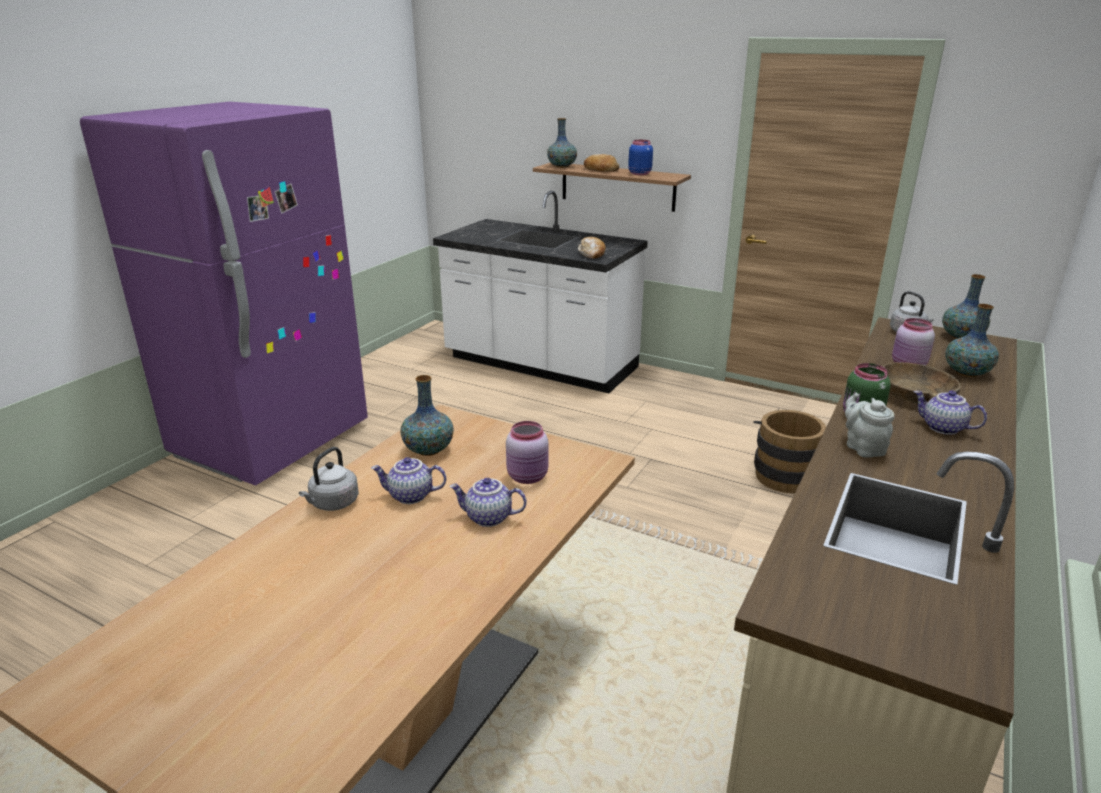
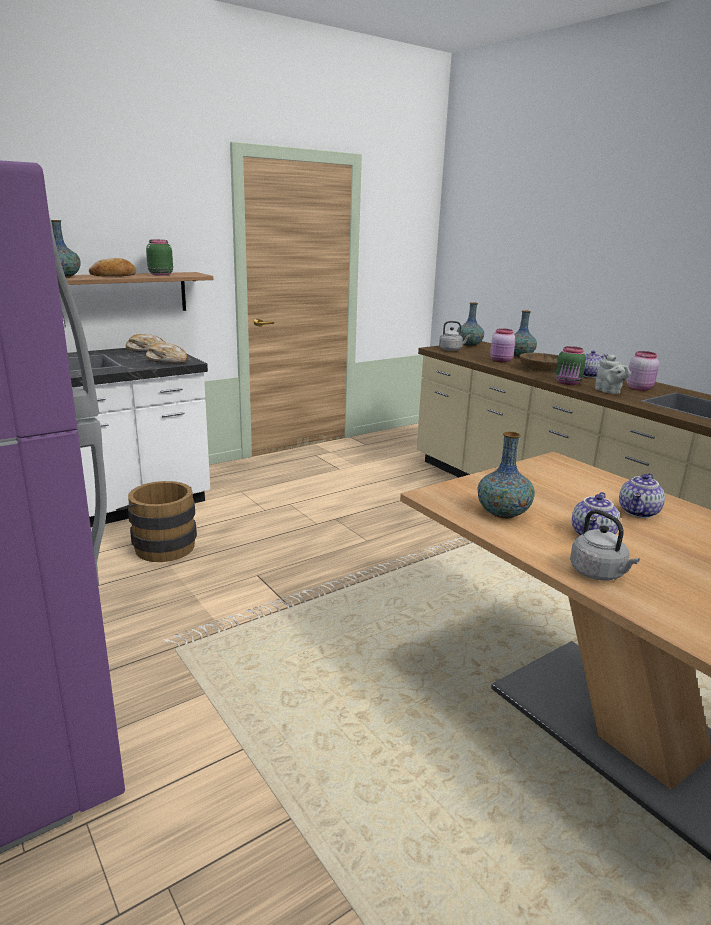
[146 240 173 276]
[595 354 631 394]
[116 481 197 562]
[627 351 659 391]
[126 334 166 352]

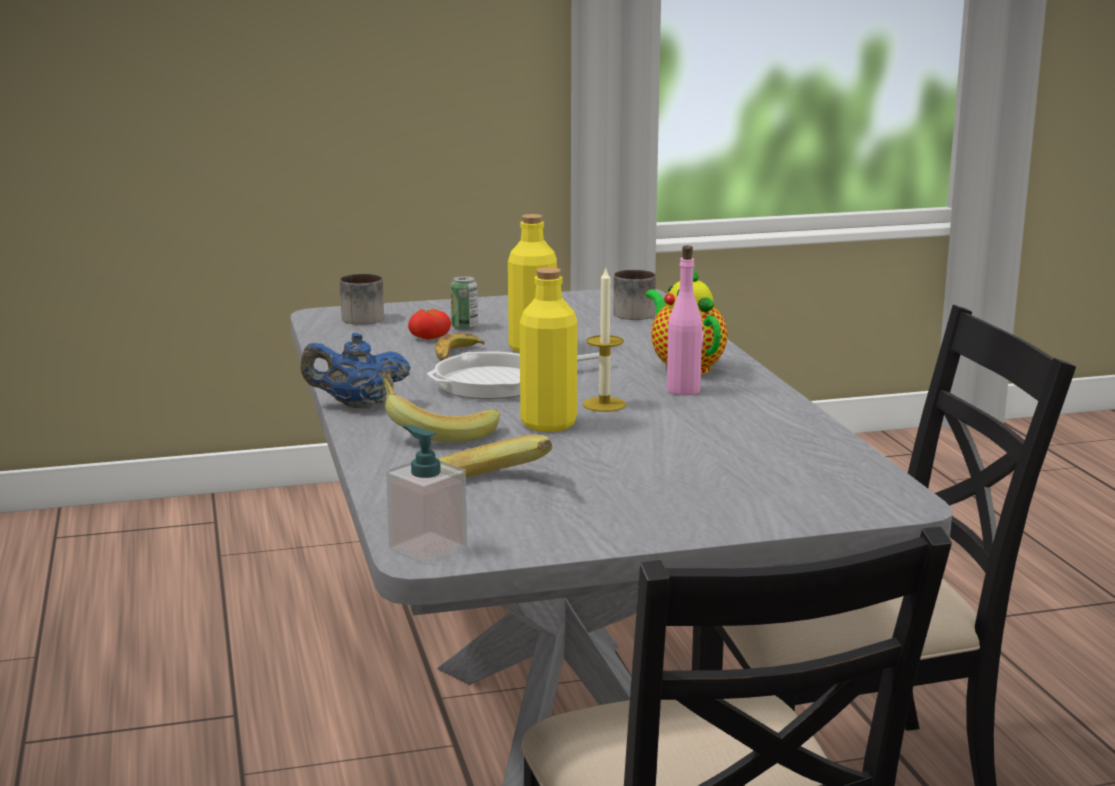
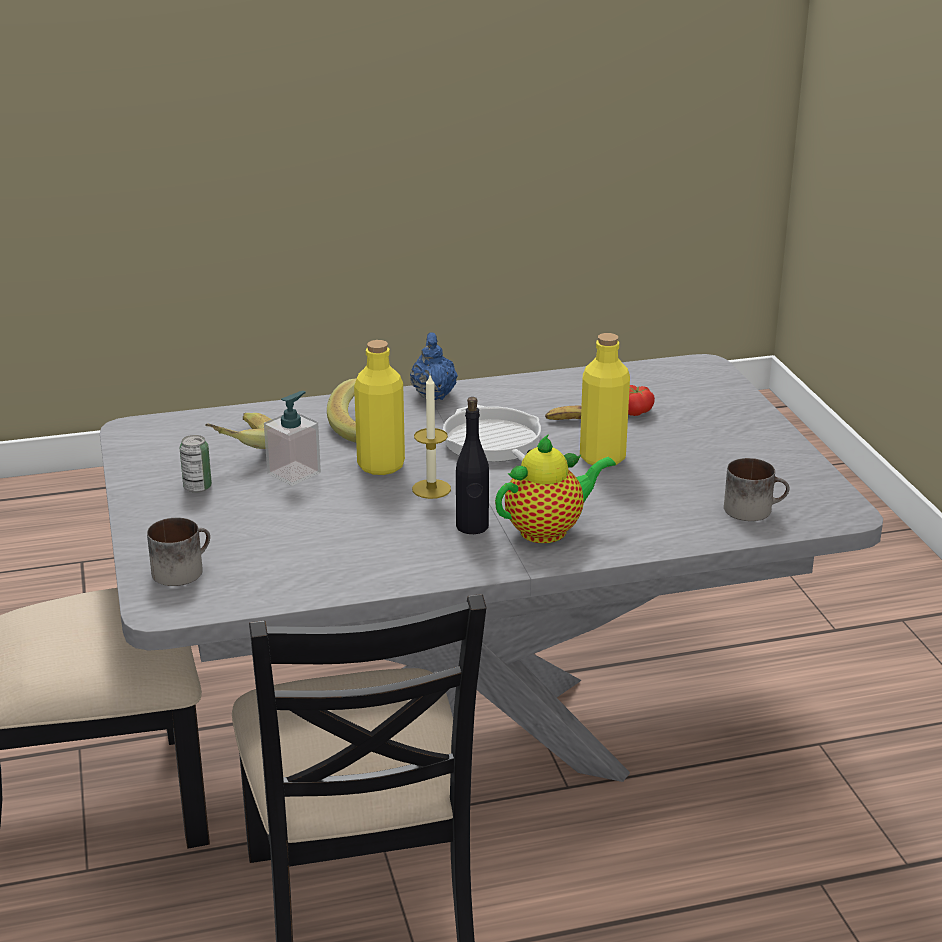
[456 397 489 534]
[147 518 210 586]
[180 435 212 493]
[264 391 321 486]

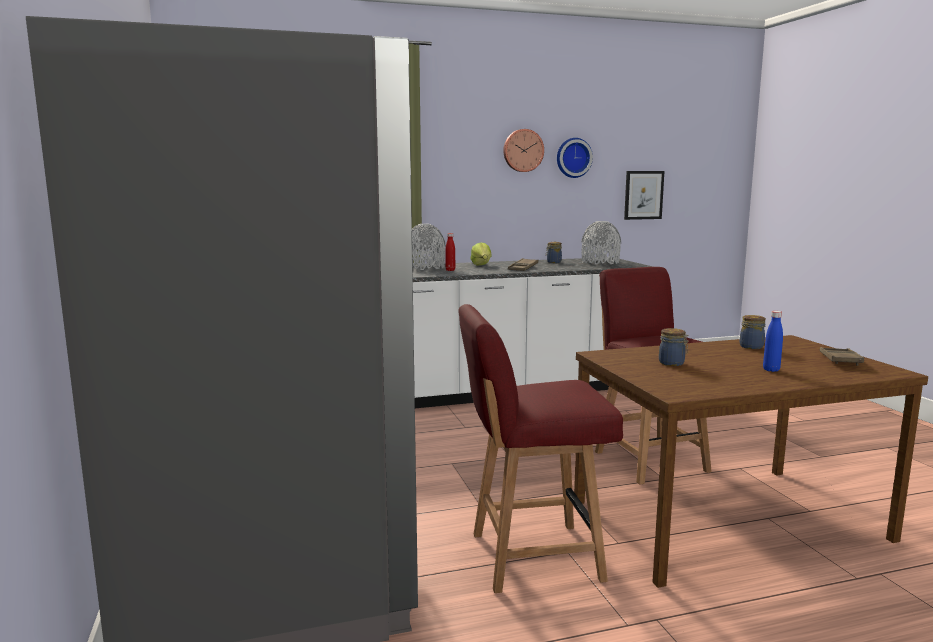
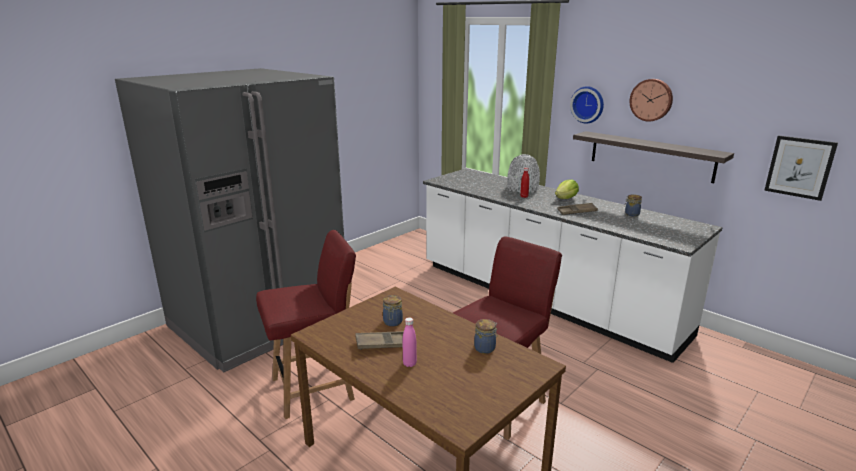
[570 86 604 124]
[581 221 621 265] (first image)
[256 230 356 419]
[403 317 417 367]
[355 331 404 350]
[573 131 734 183]

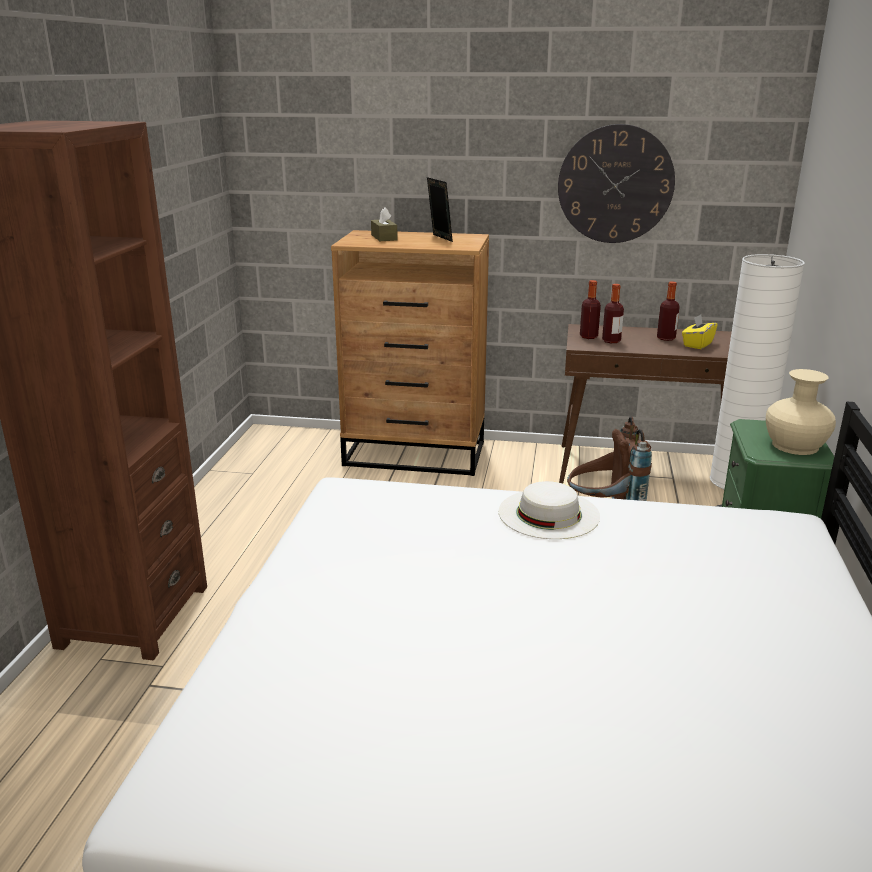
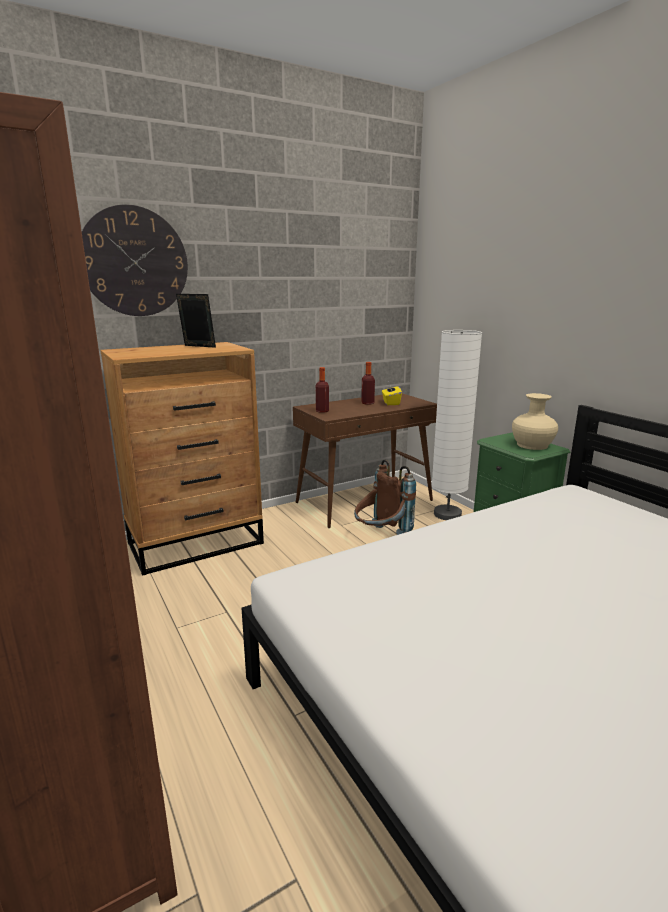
[82 204 188 316]
[371 208 398 241] (first image)
[602 284 624 343] (first image)
[499 481 600 539] (first image)

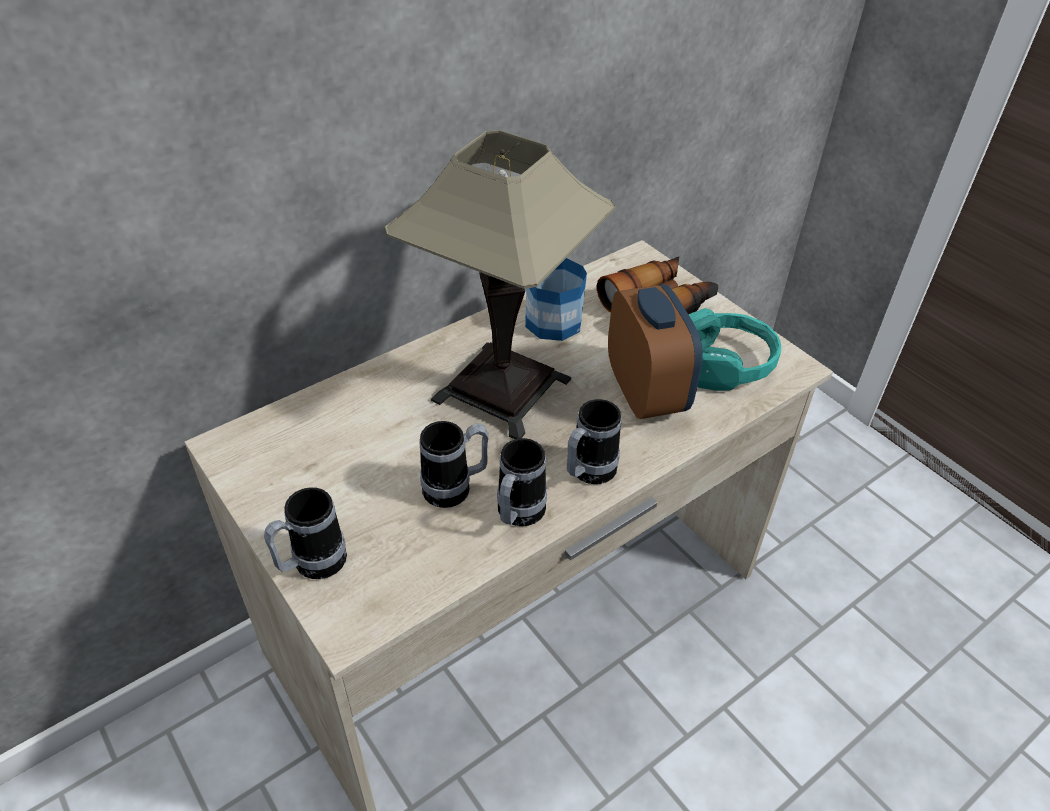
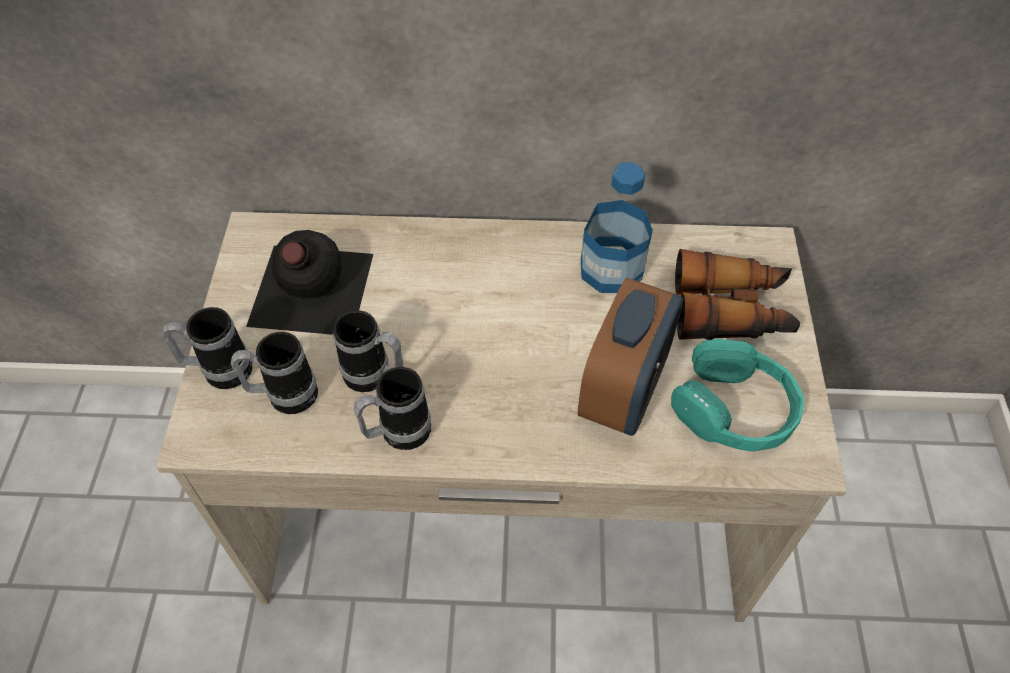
[385 130 615 439] (first image)
[231 332 318 414]
[246 230 373 335]

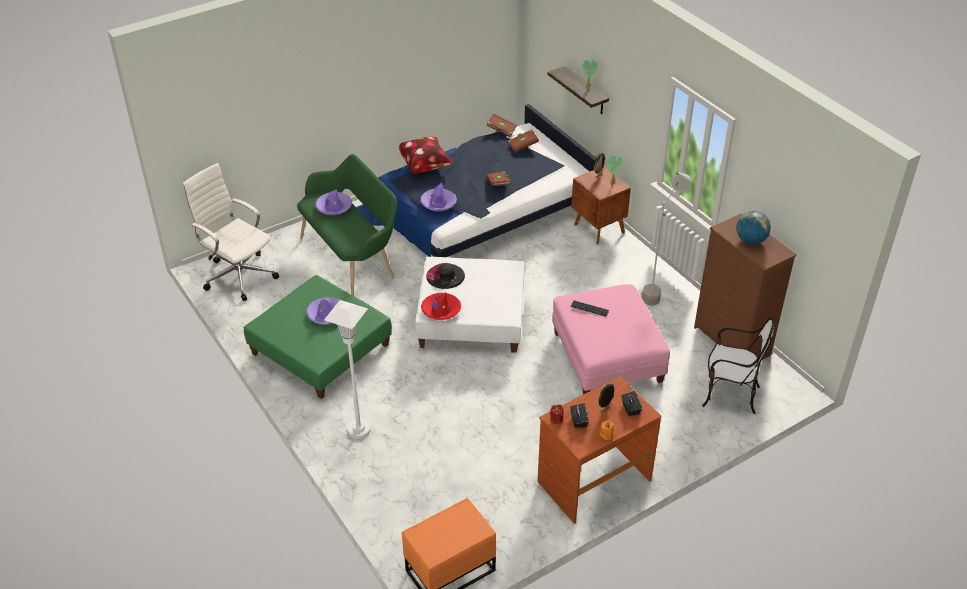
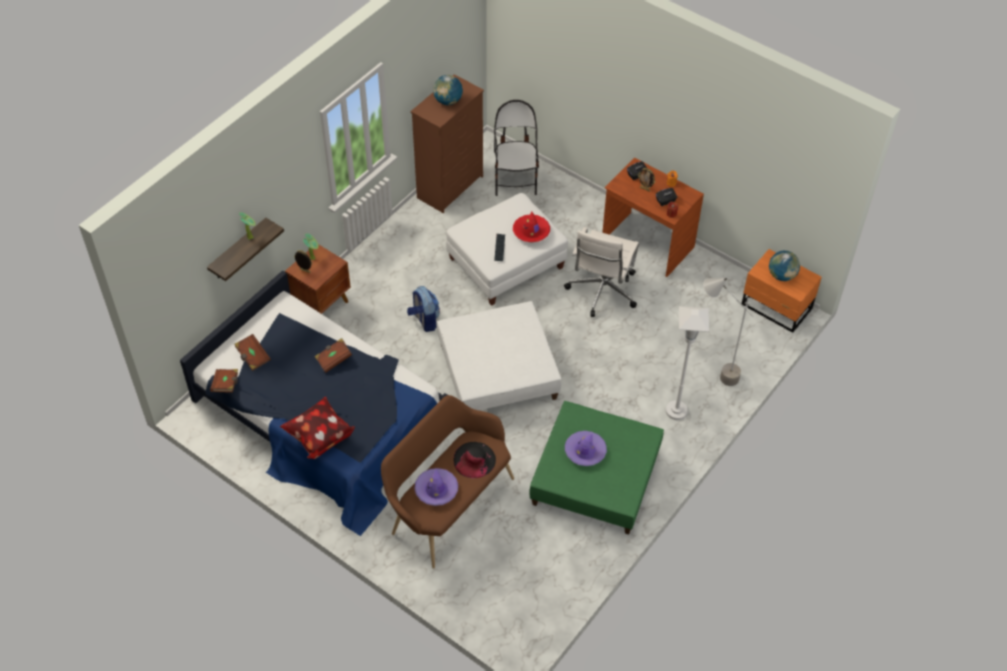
[381 395 514 569]
[564 227 639 317]
[703 278 754 386]
[420 182 457 212] (first image)
[454 442 496 478]
[446 193 568 306]
[513 212 550 242]
[769 250 800 281]
[407 286 440 332]

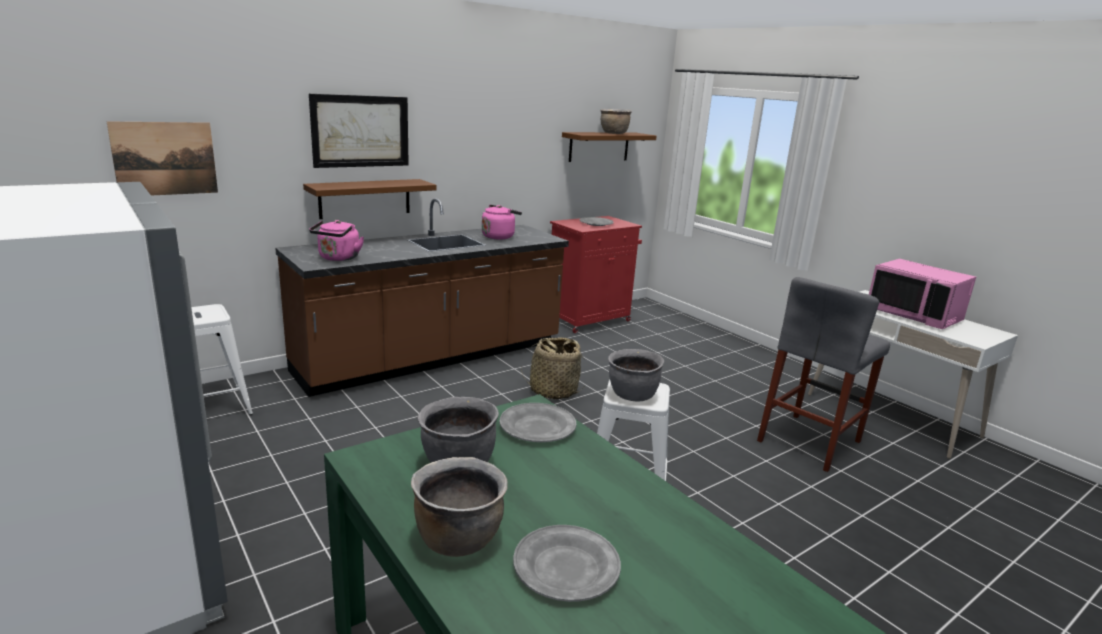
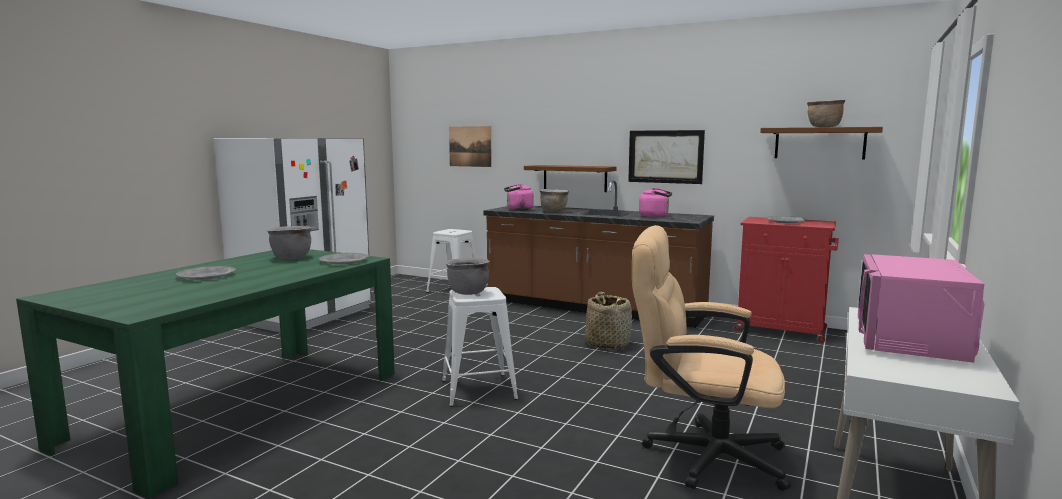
[628 130 705 184]
[632 225 791 491]
[540 189 569 212]

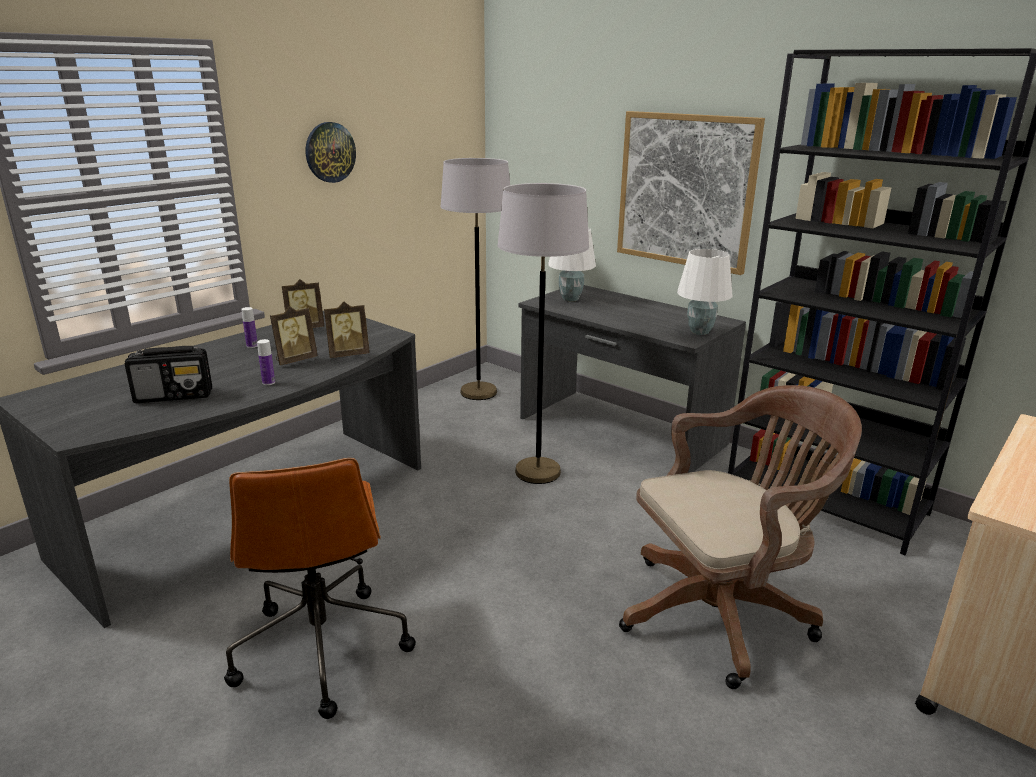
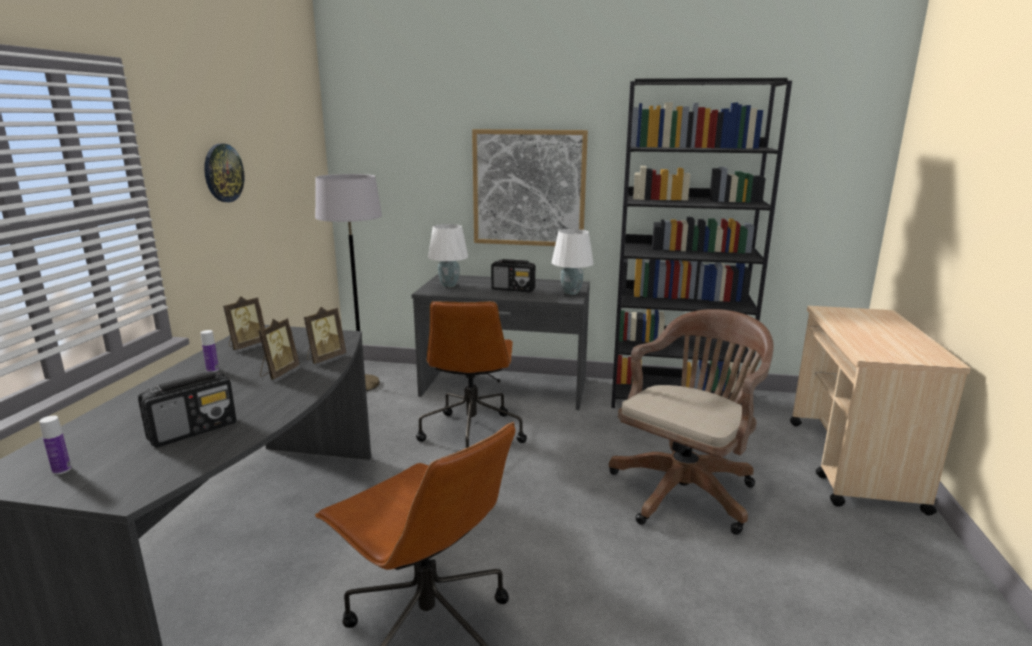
[416 301 527 448]
[39 416 71 475]
[491 259 535 292]

